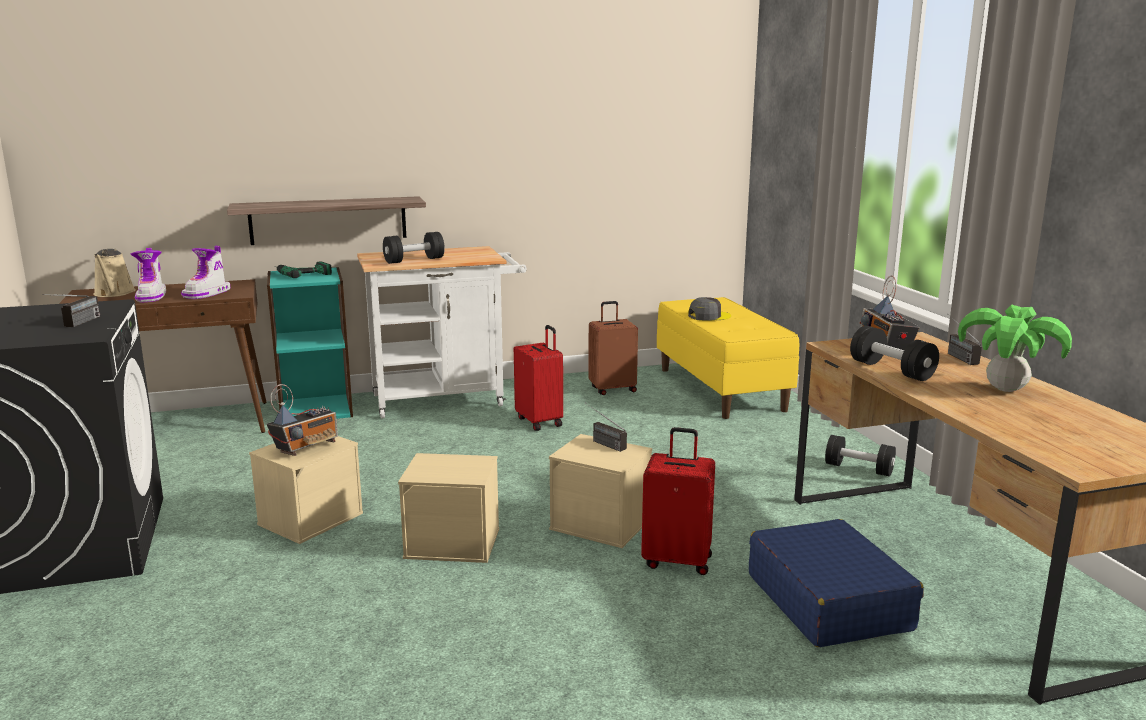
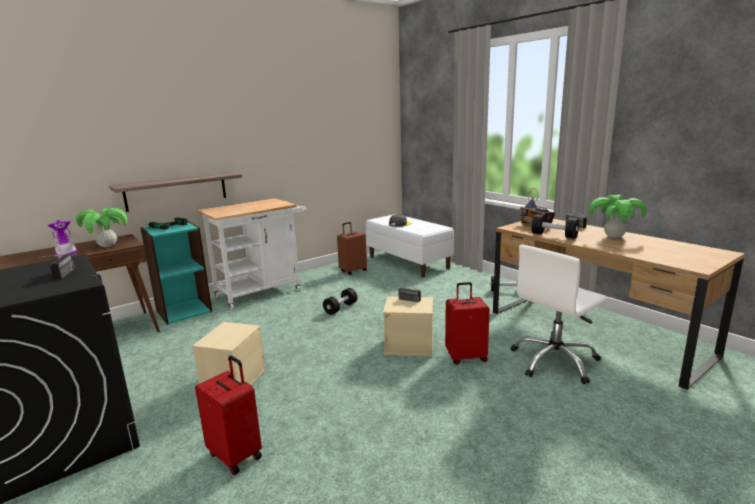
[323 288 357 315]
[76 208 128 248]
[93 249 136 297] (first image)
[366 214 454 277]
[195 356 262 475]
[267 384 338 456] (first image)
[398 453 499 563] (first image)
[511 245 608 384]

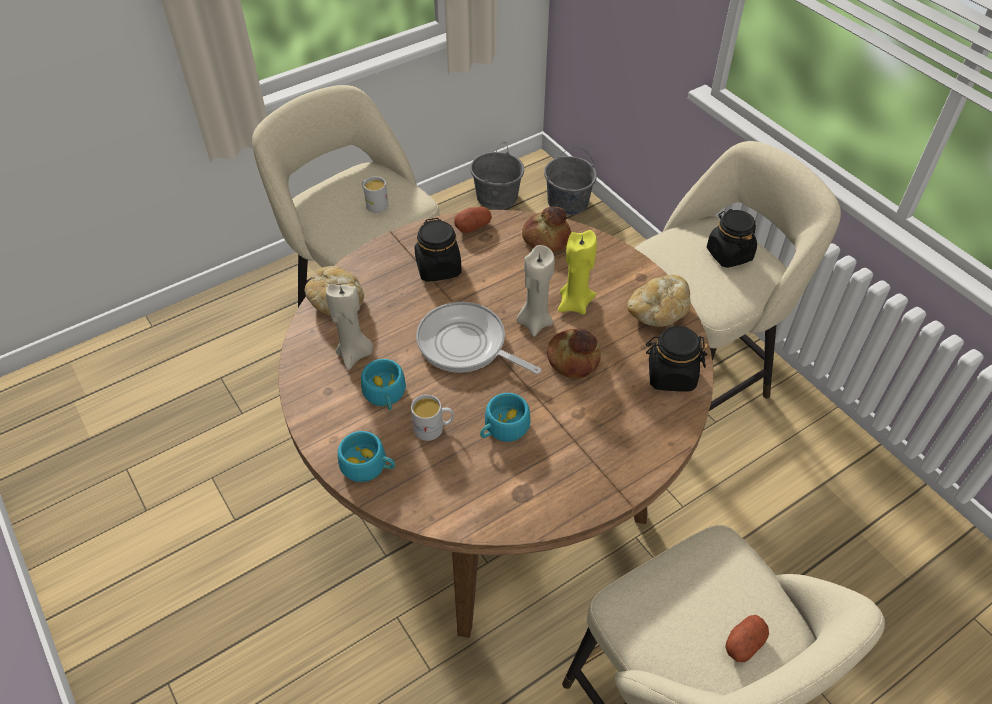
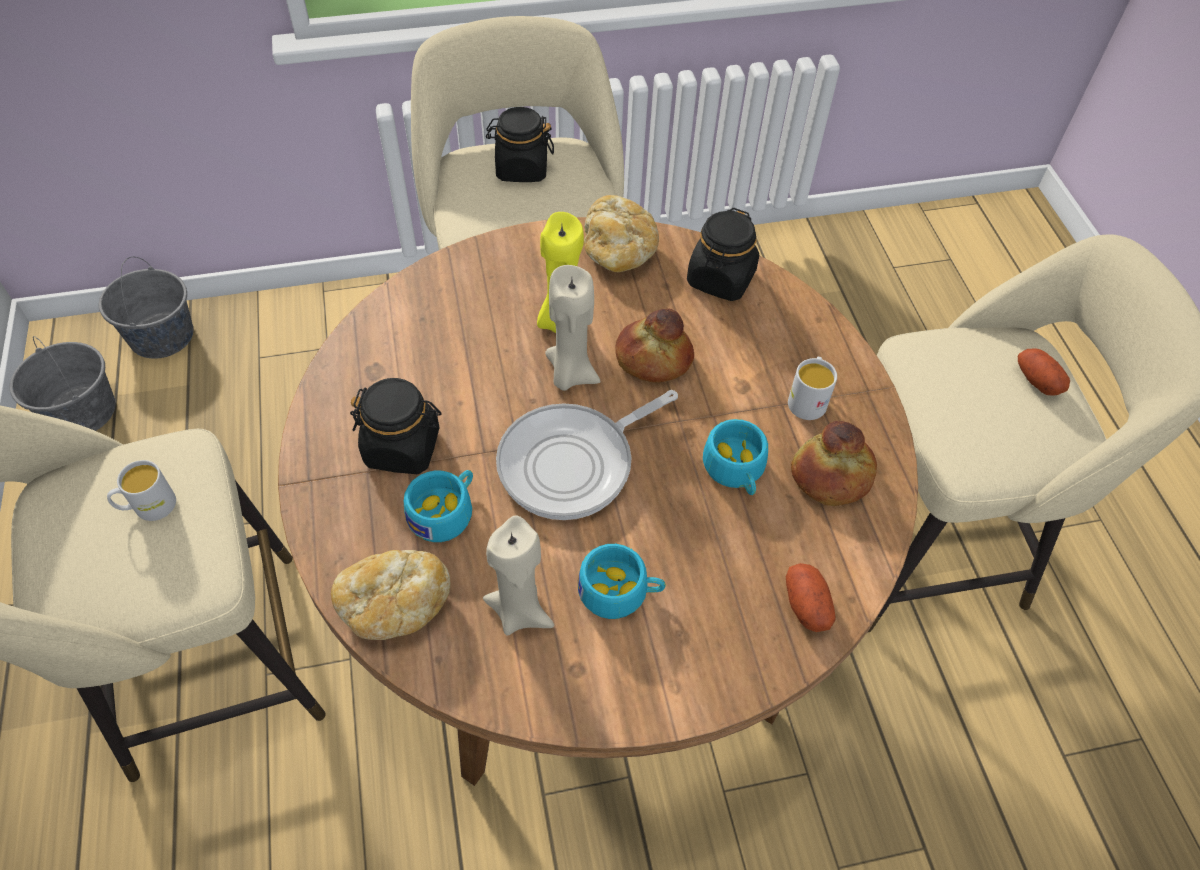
[791 421 877 506]
[786 563 836 632]
[788 357 837 420]
[404 470 473 542]

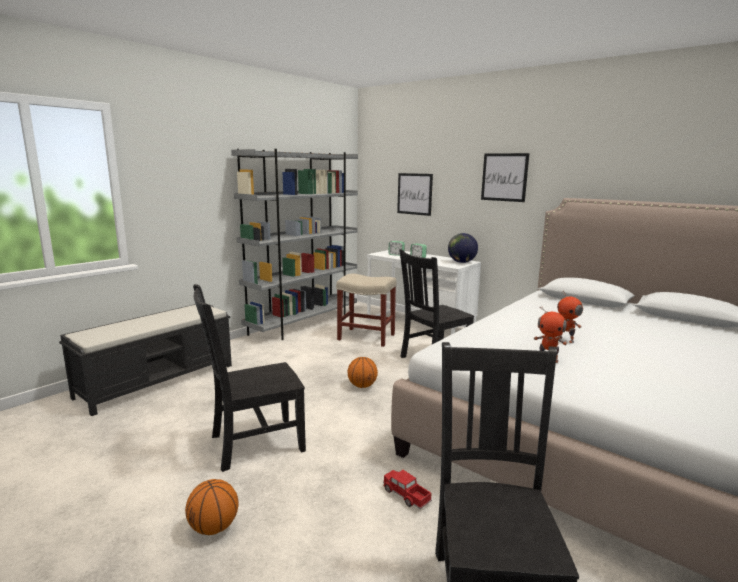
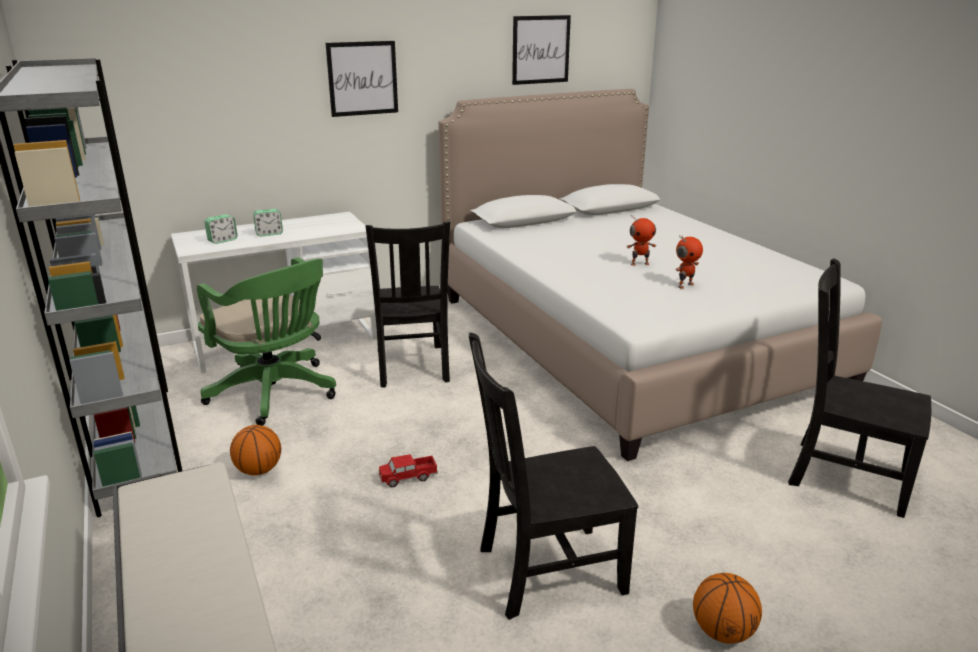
[512 15 571 85]
[448 233 478 263] (first image)
[197 257 336 426]
[469 333 638 620]
[230 425 281 475]
[379 454 438 487]

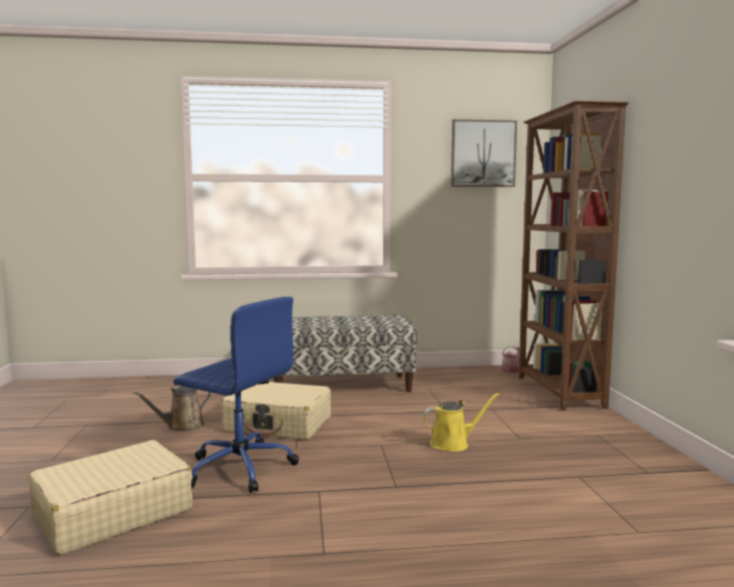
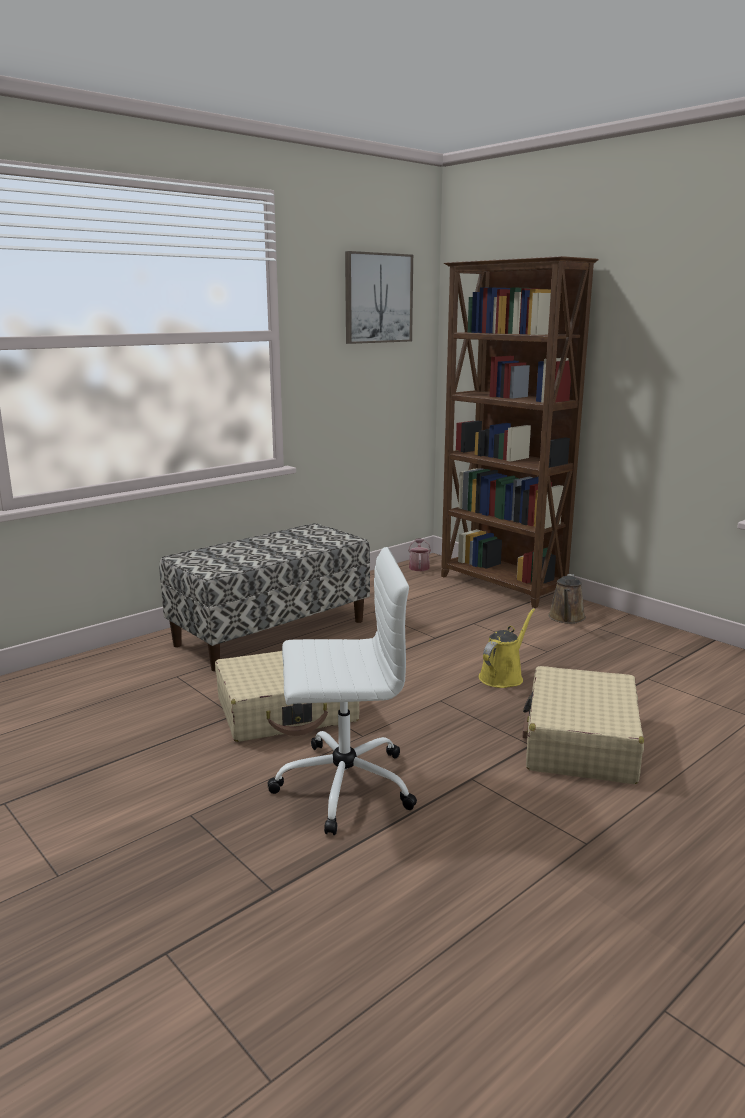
[268 547 417 835]
[548 574 586 624]
[522 666 644 784]

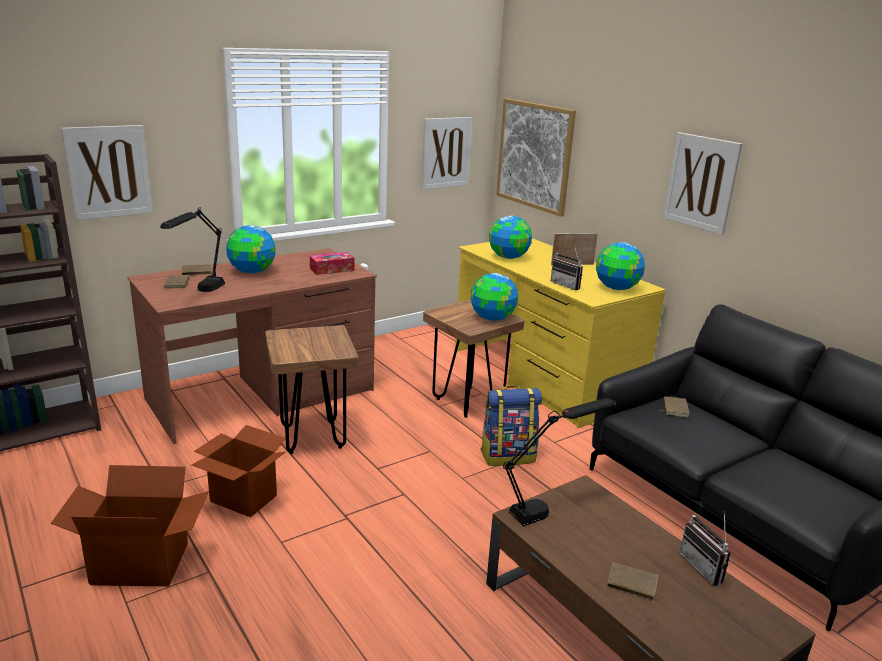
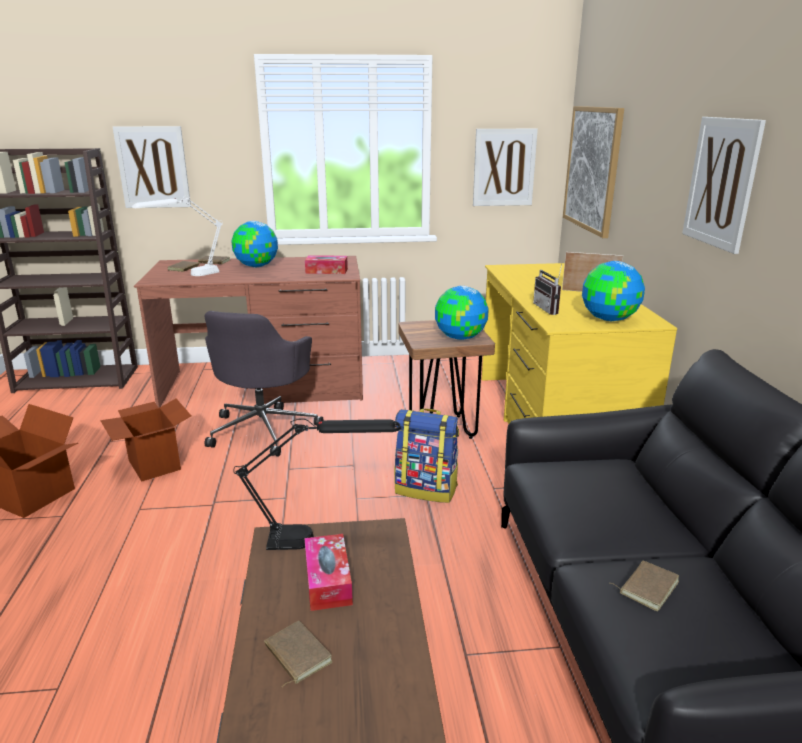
[132 196 223 276]
[489 215 532 259] (first image)
[205 311 324 456]
[610 561 679 611]
[680 511 731 586] (first image)
[304 534 353 611]

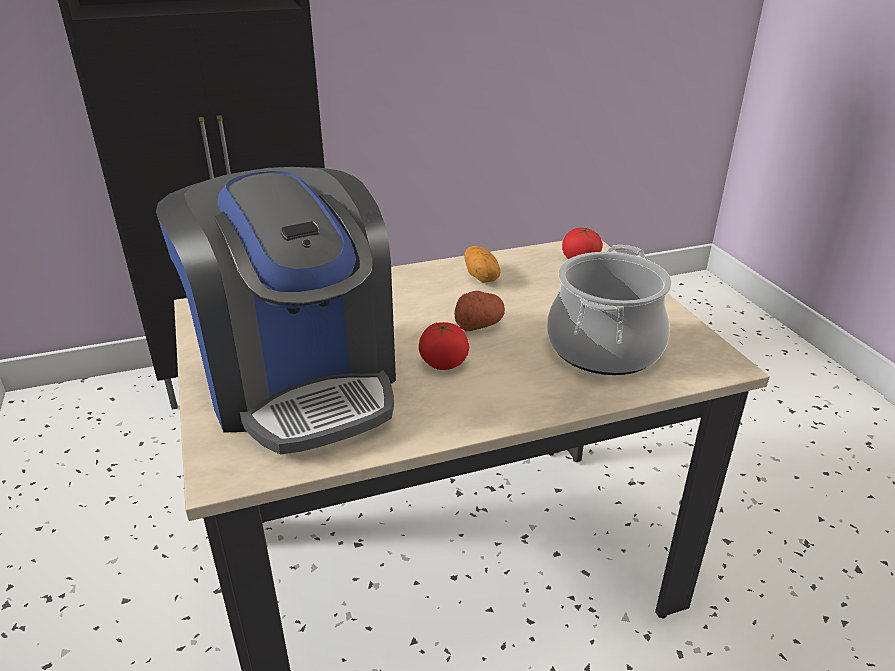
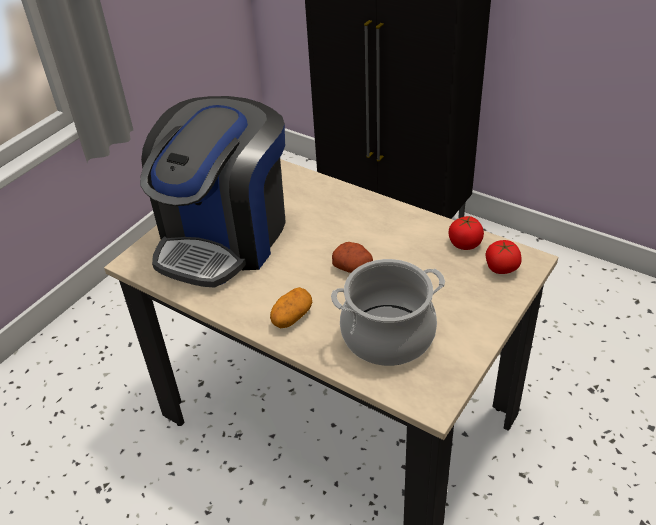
[270 287 312 328]
[449 216 484 250]

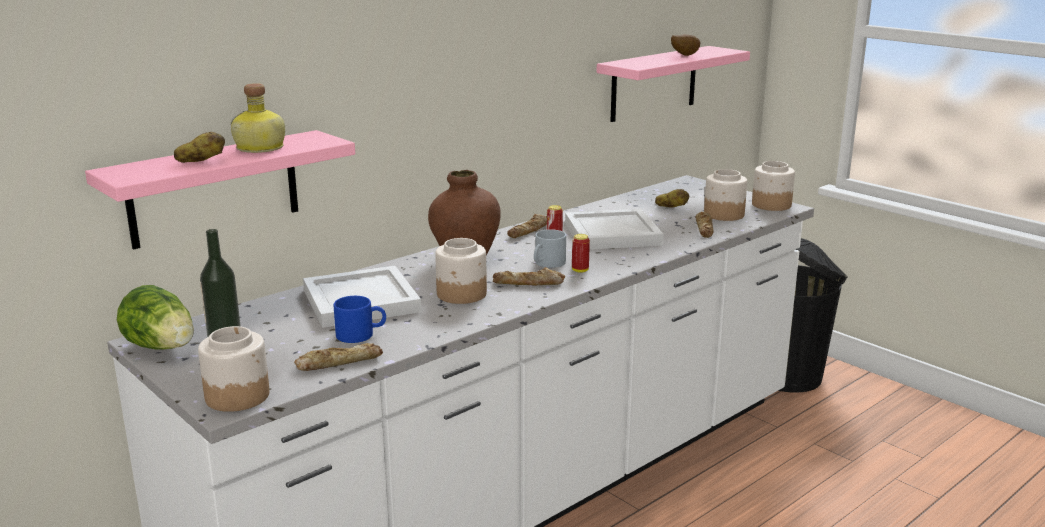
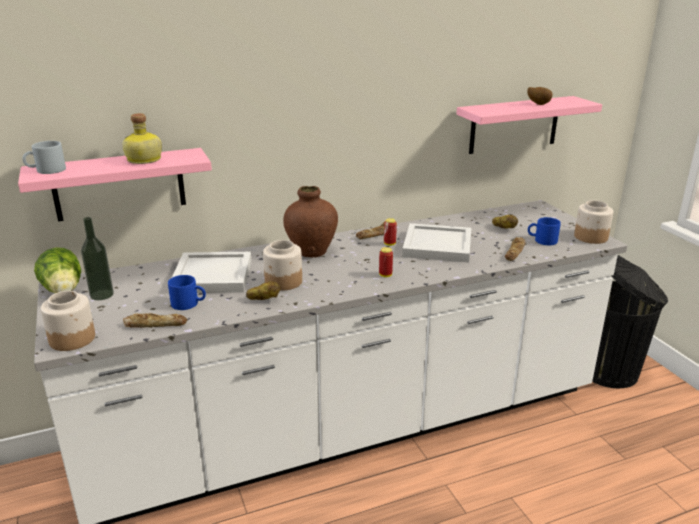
[246 281 280 300]
[528 217 561 245]
[23 141 66 174]
[493 267 565 285] (first image)

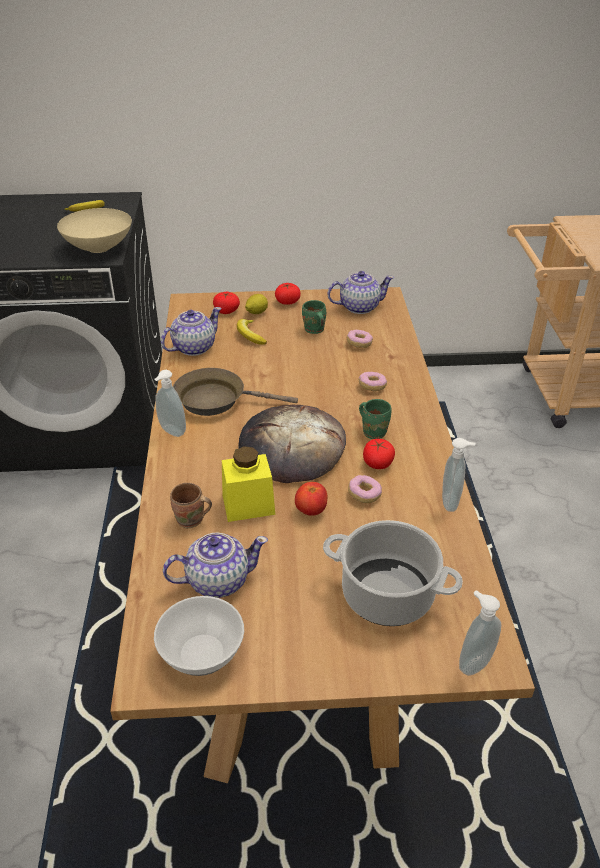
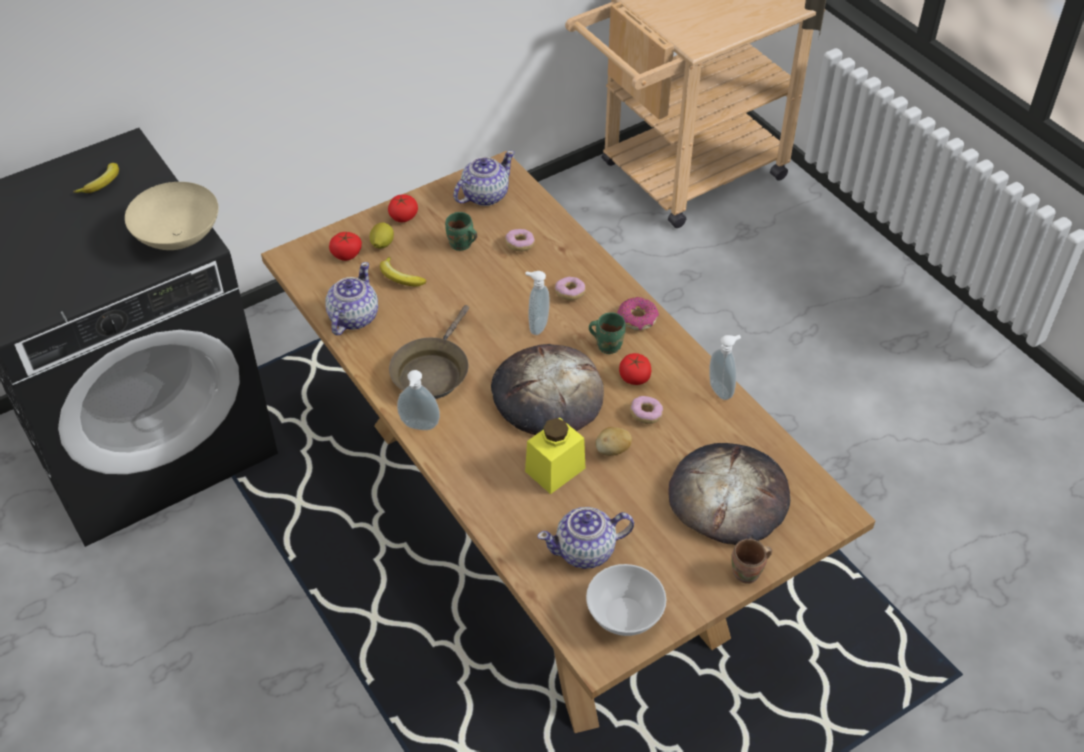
[389 305 469 399]
[595 427 632 456]
[731 539 772 584]
[668 443 790 545]
[537 507 634 569]
[526 271 550 335]
[617 297 659 330]

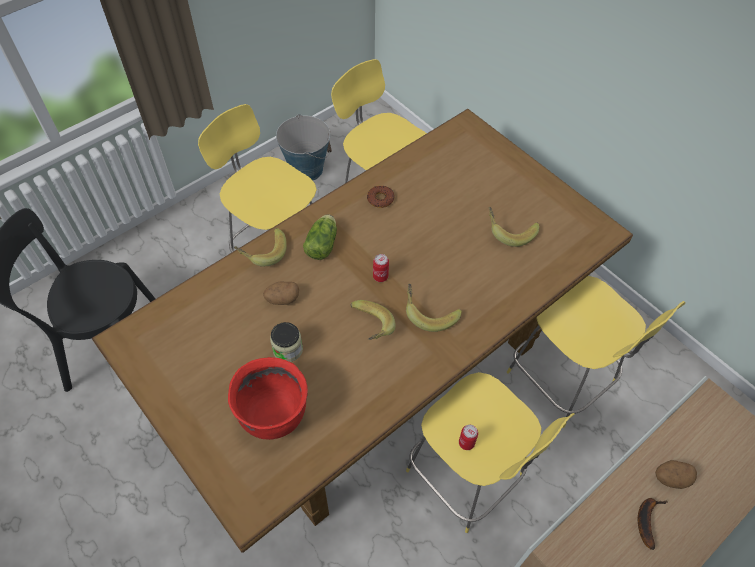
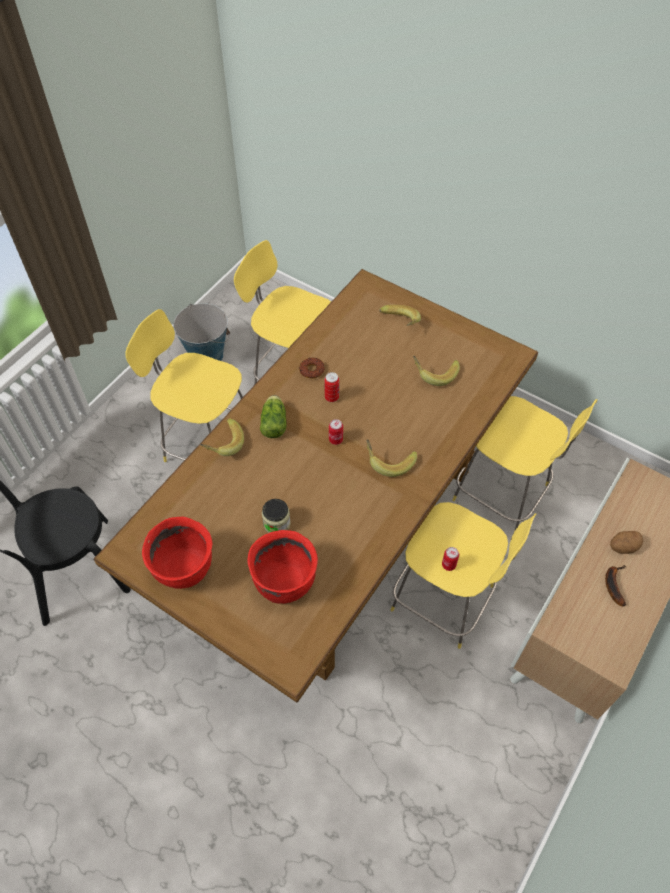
[263 281 299 305] (first image)
[379 305 421 326]
[324 372 339 402]
[142 517 213 589]

